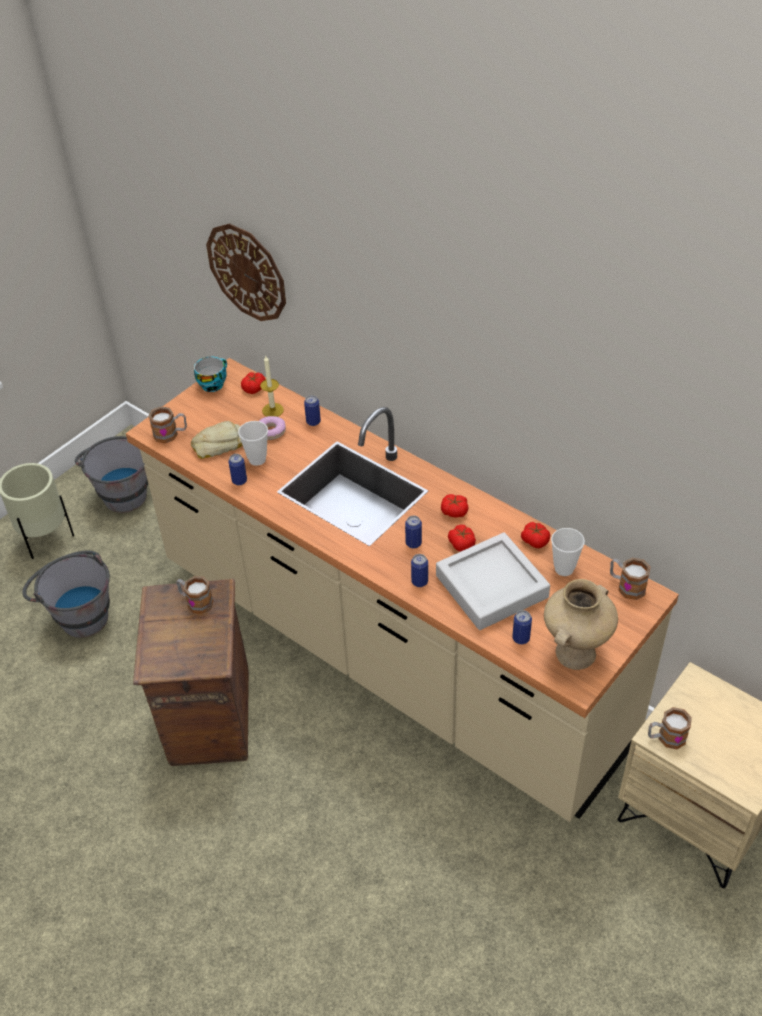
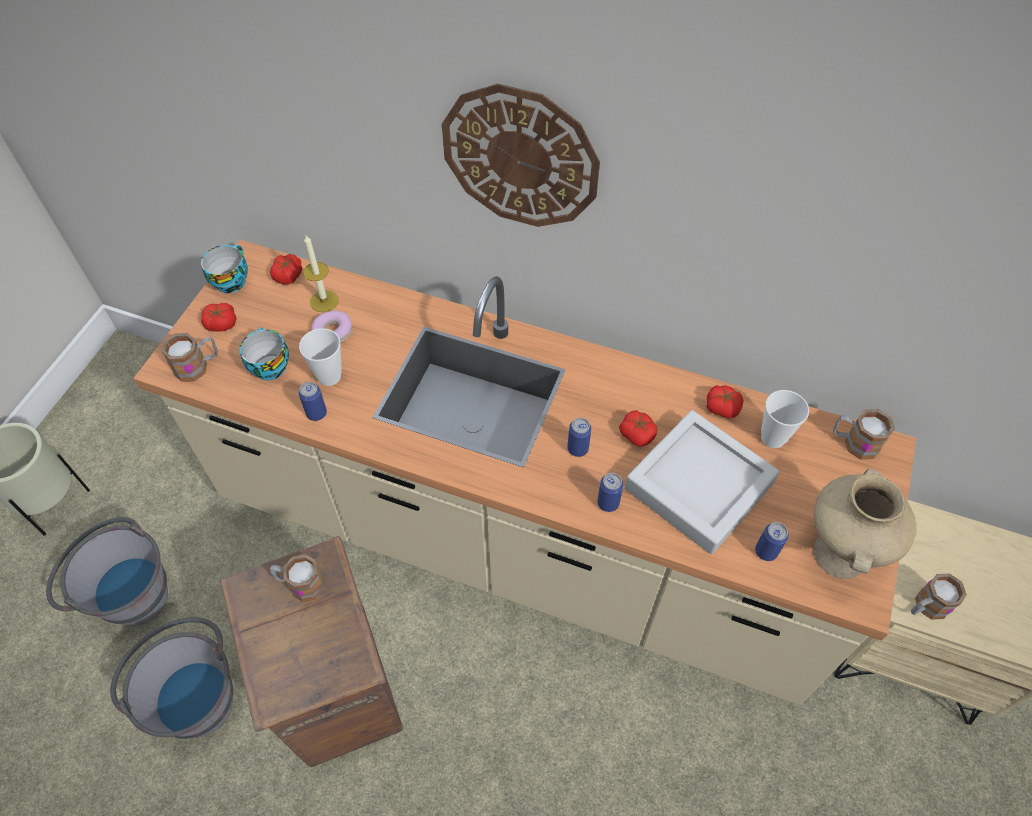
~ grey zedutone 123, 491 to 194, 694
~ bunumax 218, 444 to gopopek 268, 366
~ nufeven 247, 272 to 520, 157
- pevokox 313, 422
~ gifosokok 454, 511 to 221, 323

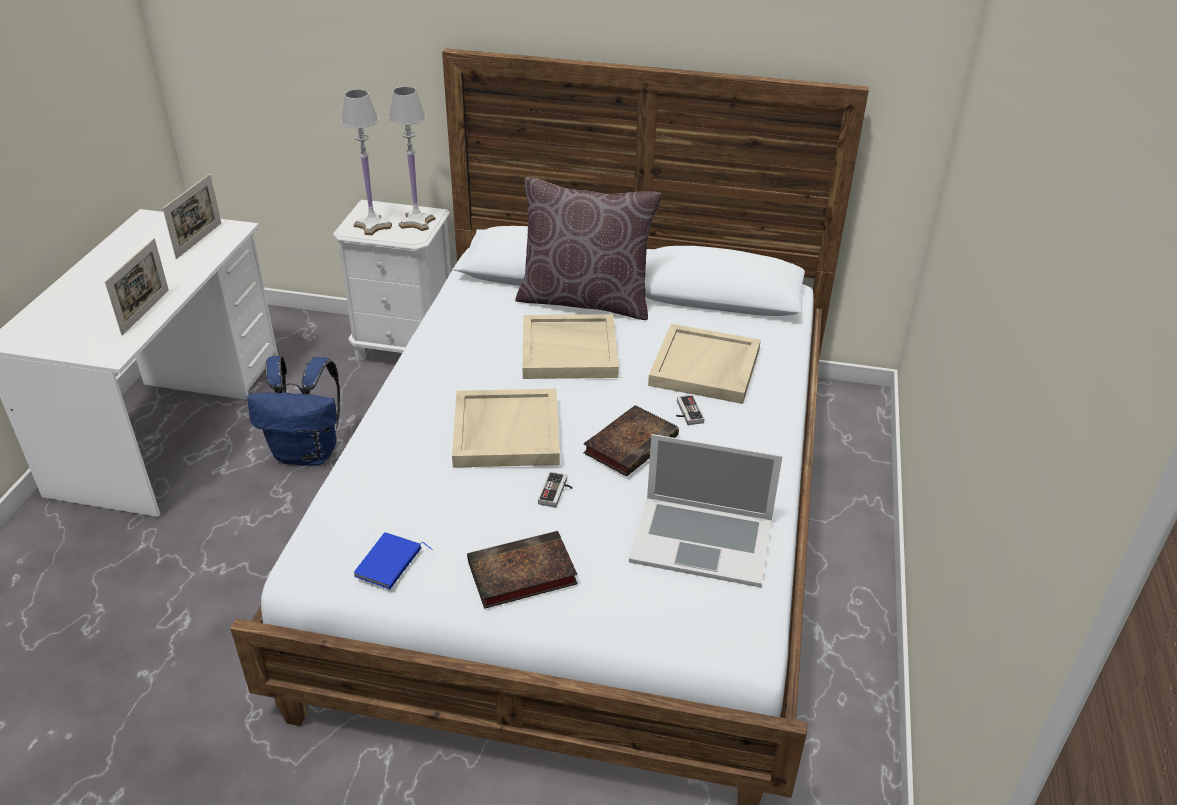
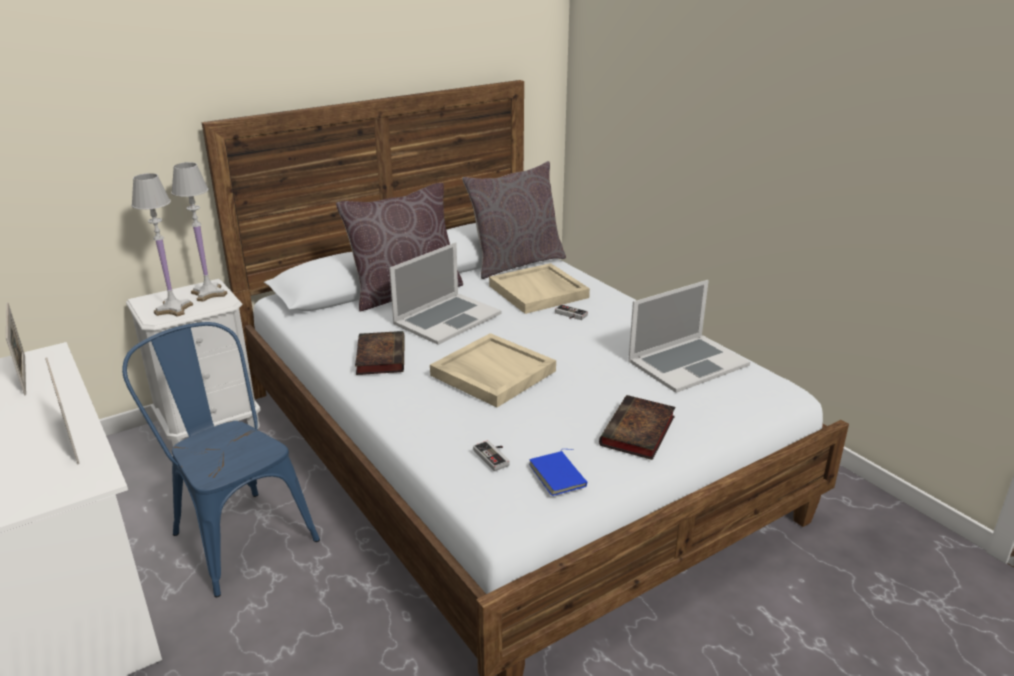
~ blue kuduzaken 308, 453 to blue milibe 236, 533
~ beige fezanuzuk 570, 350 to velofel 447, 318
~ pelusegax 557, 492 to 494, 456
~ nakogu 631, 443 to 380, 356
+ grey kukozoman 515, 263

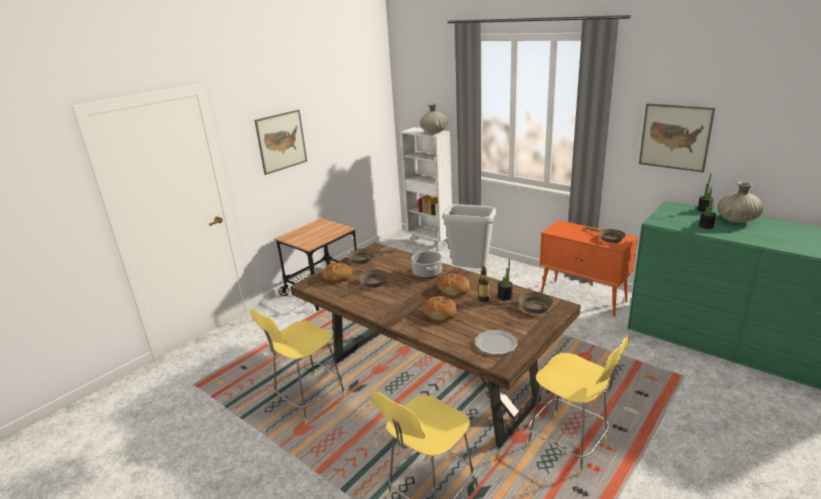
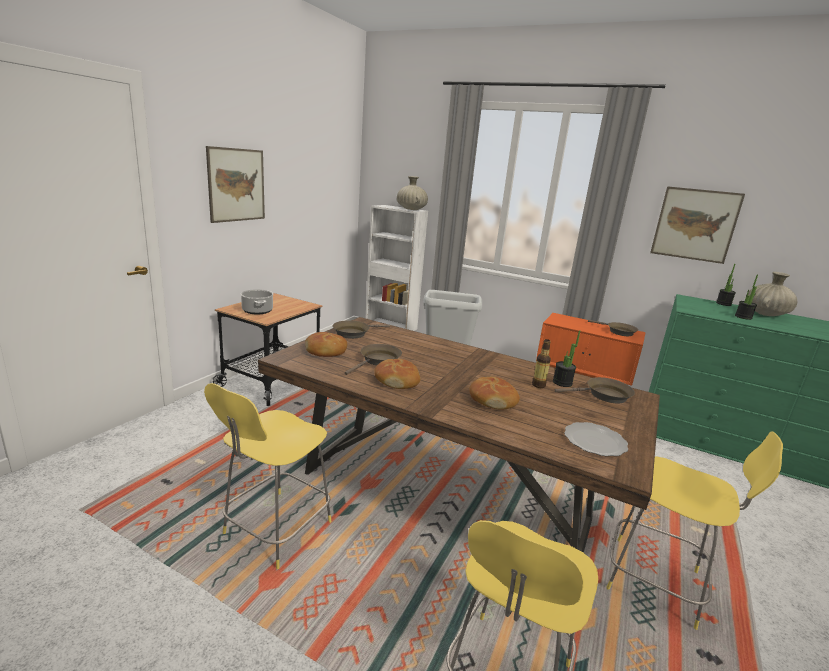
~ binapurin 427, 273 to 257, 311
~ bunumax 454, 289 to 397, 380

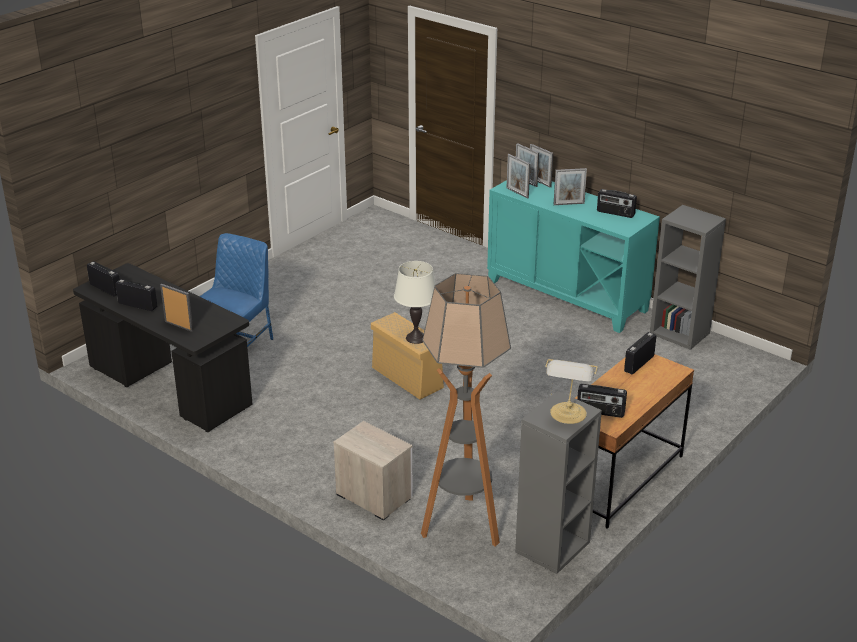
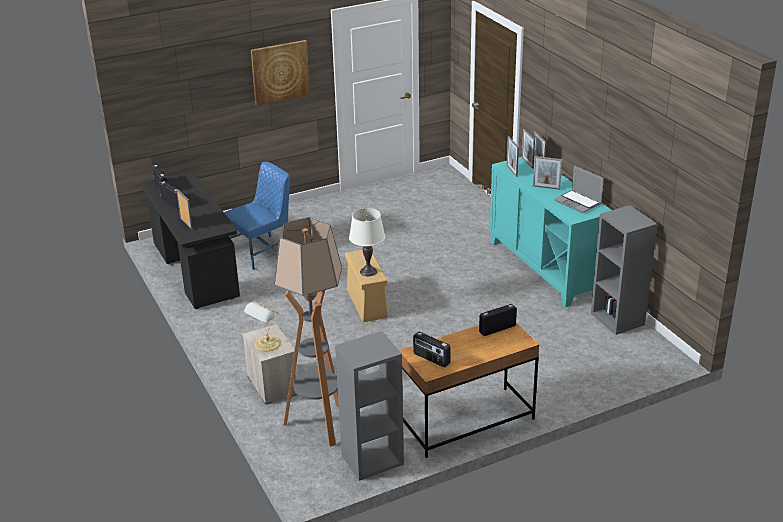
~ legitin 568, 414 to 266, 344
~ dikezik 615, 213 to velofel 578, 202
+ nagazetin 280, 72

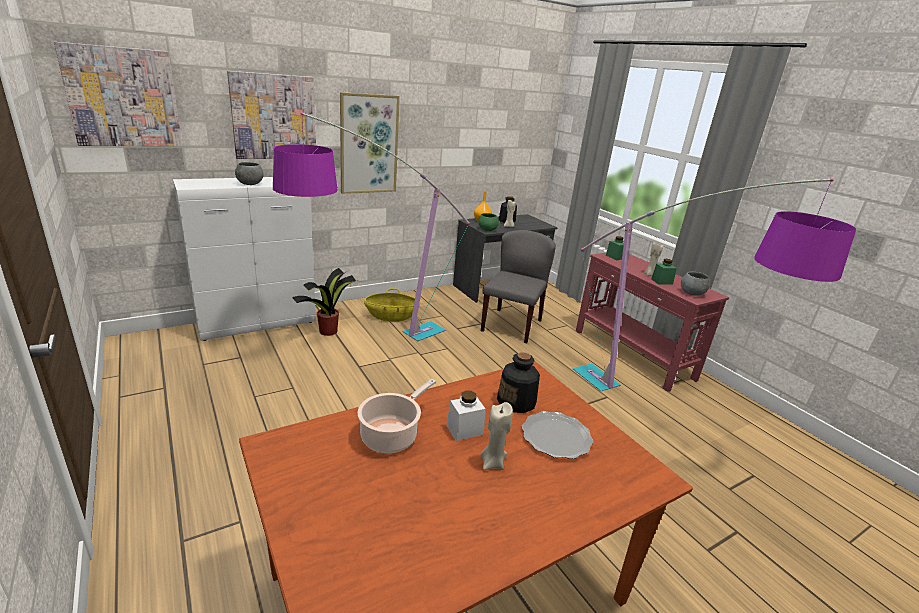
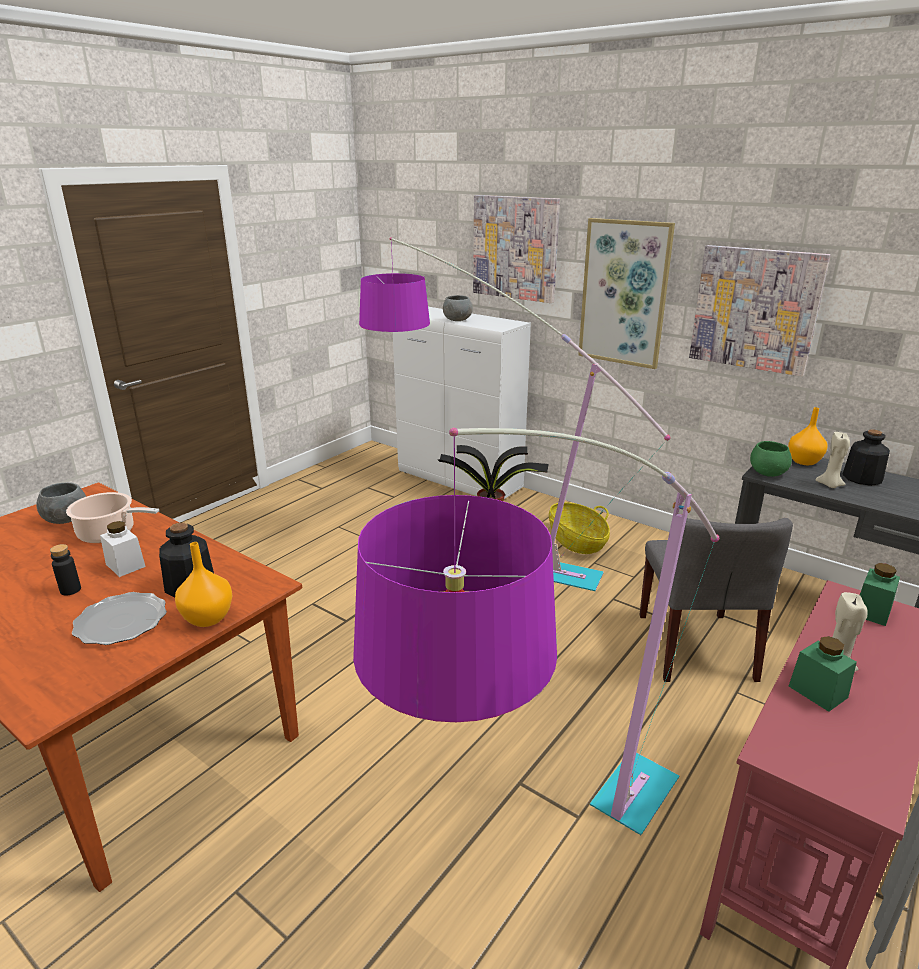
~ nagazetin 123, 97 to 755, 309
~ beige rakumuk 492, 463 to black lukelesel 70, 590
~ grey milibe 511, 325 = 696, 647 90 degrees clockwise
~ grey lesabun 692, 293 to 66, 519
+ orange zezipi 207, 619

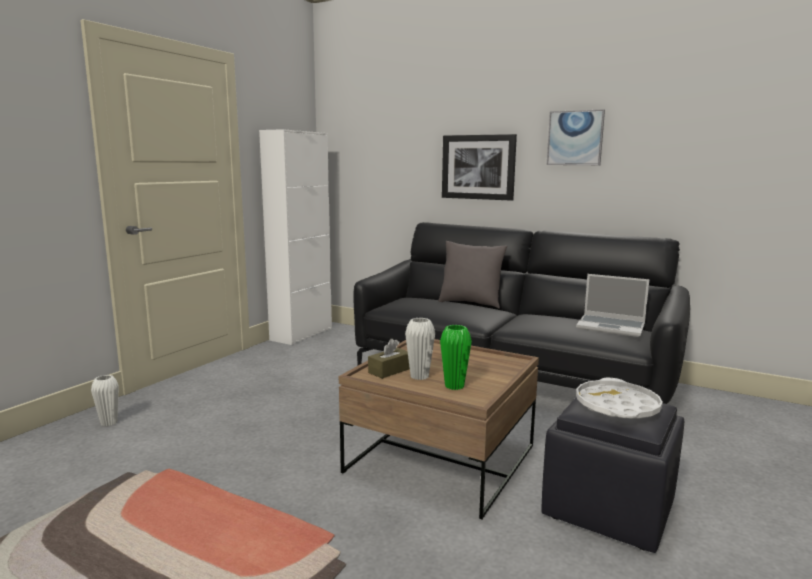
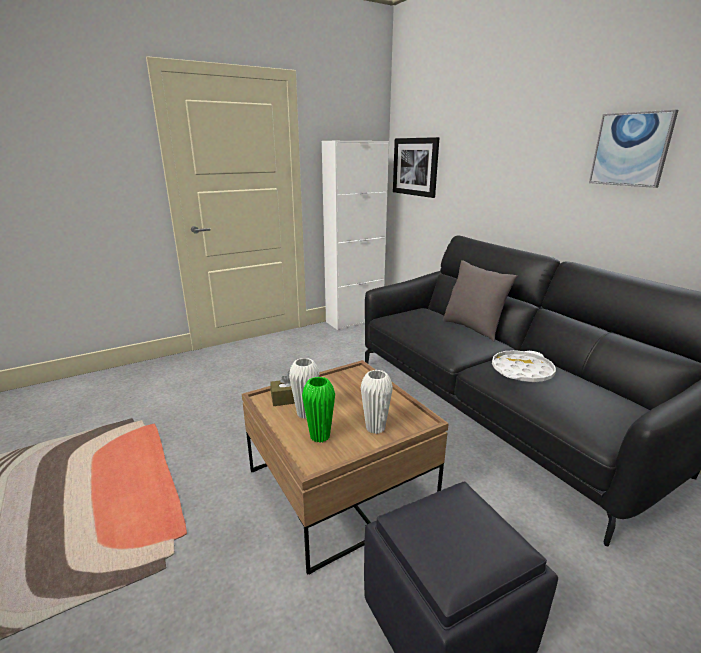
~ white zezipi 109, 423 to 375, 428
~ nagazetin 478, 167 to 415, 167
- velofel 611, 327
~ white fezanuzuk 617, 406 to 521, 371

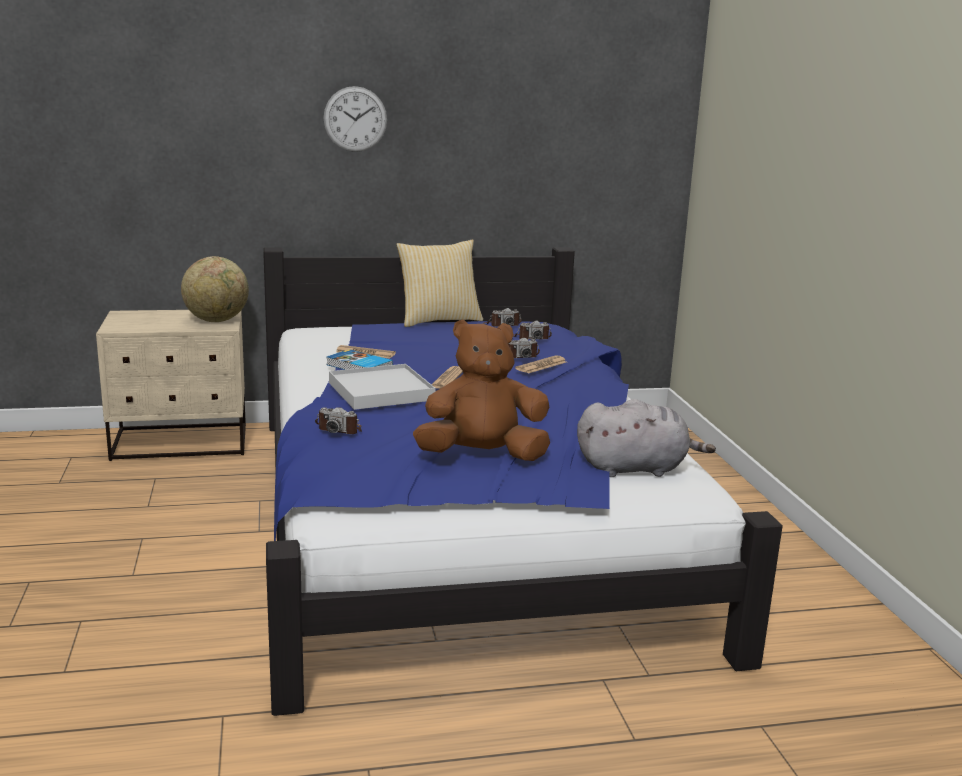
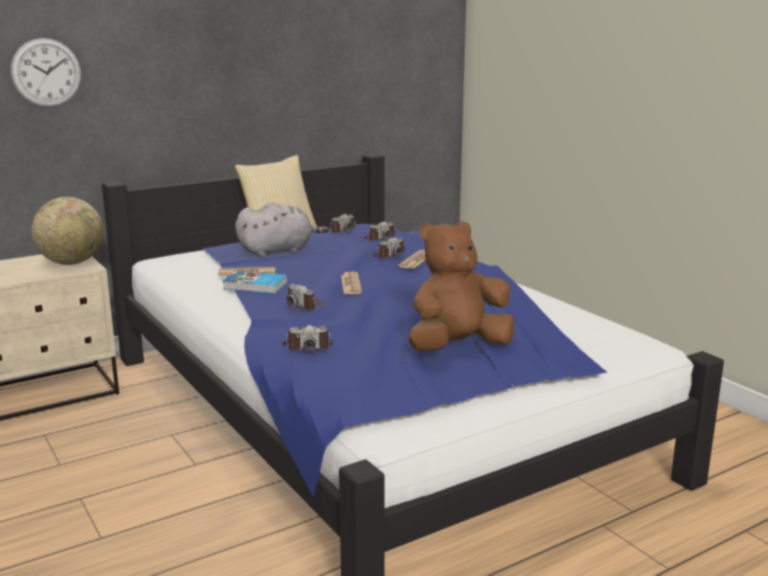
~ nufeven 355, 119 to 46, 72
~ white fezanuzuk 381, 391 to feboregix 306, 305
~ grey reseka 636, 469 to 278, 251

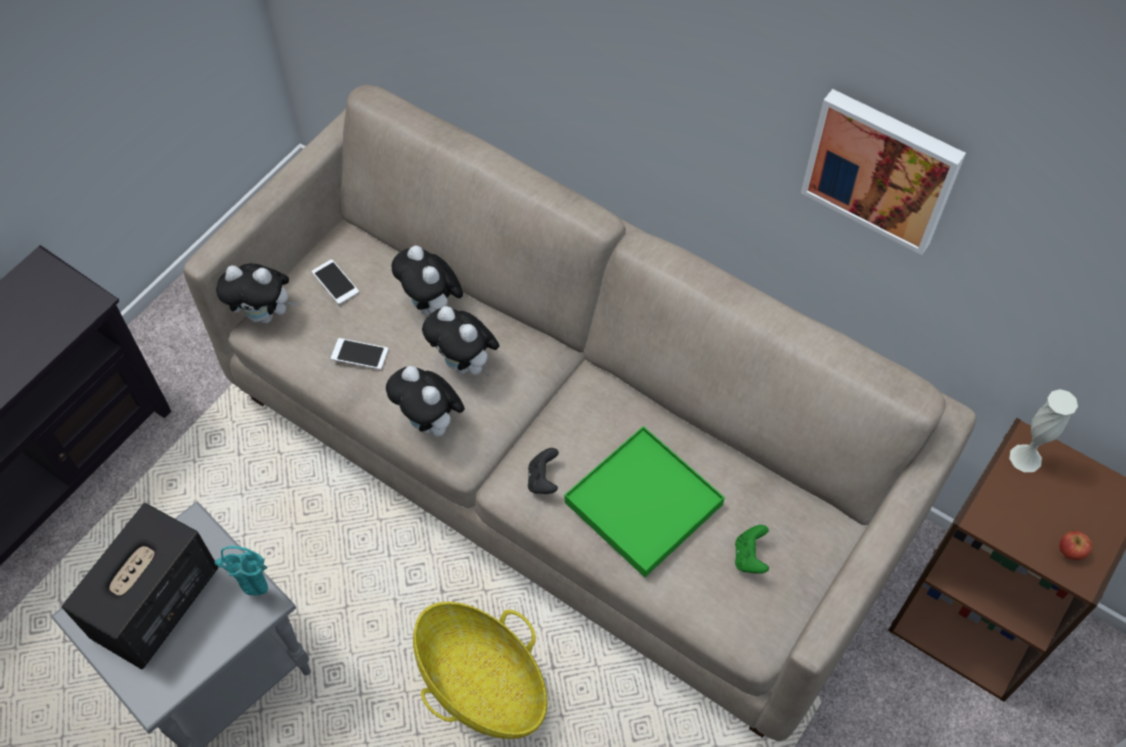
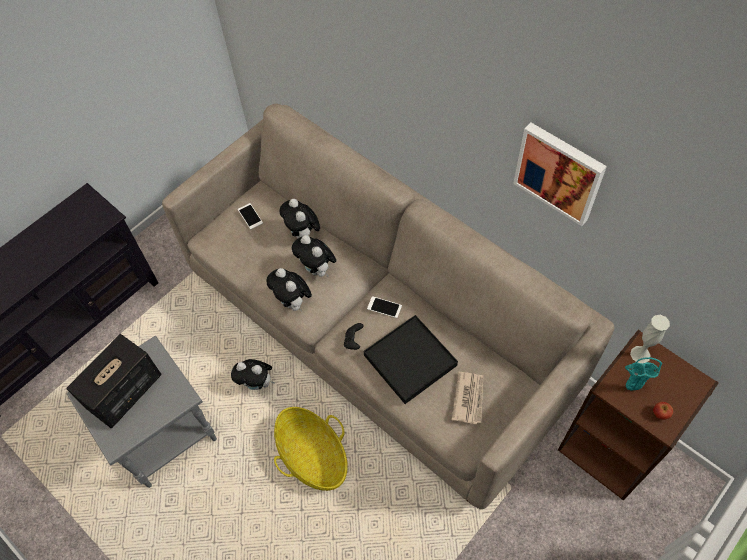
~ turquoise zezipi 255, 593 to 629, 388
~ reseka 265, 315 to 257, 384
~ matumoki 359, 354 to 384, 307
~ green fezanuzuk 643, 504 to black fezanuzuk 410, 360
~ green pelusegax 749, 557 to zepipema 469, 398

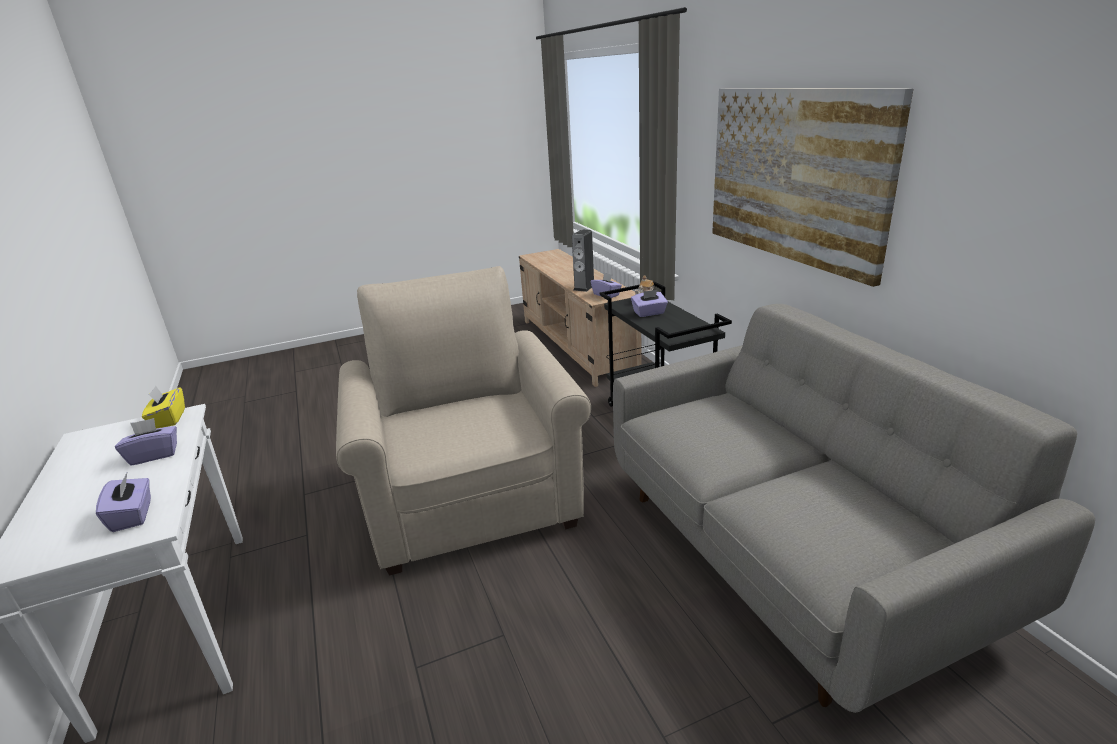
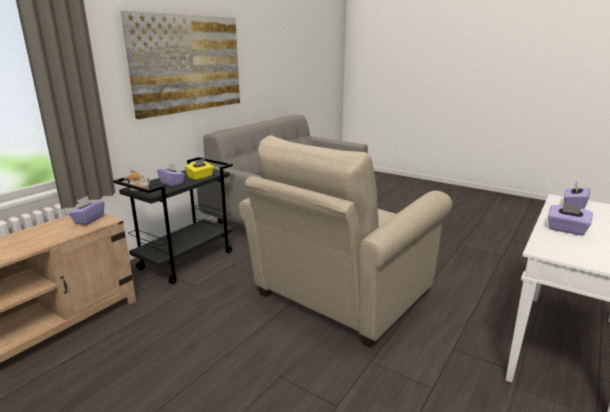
~ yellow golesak 168, 419 to 200, 177
- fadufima 584, 287

